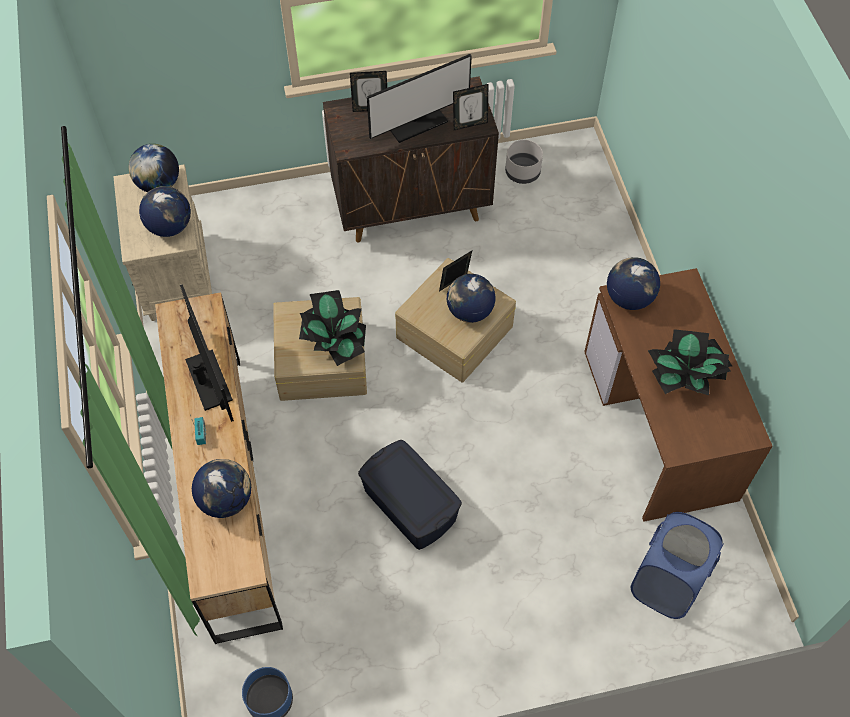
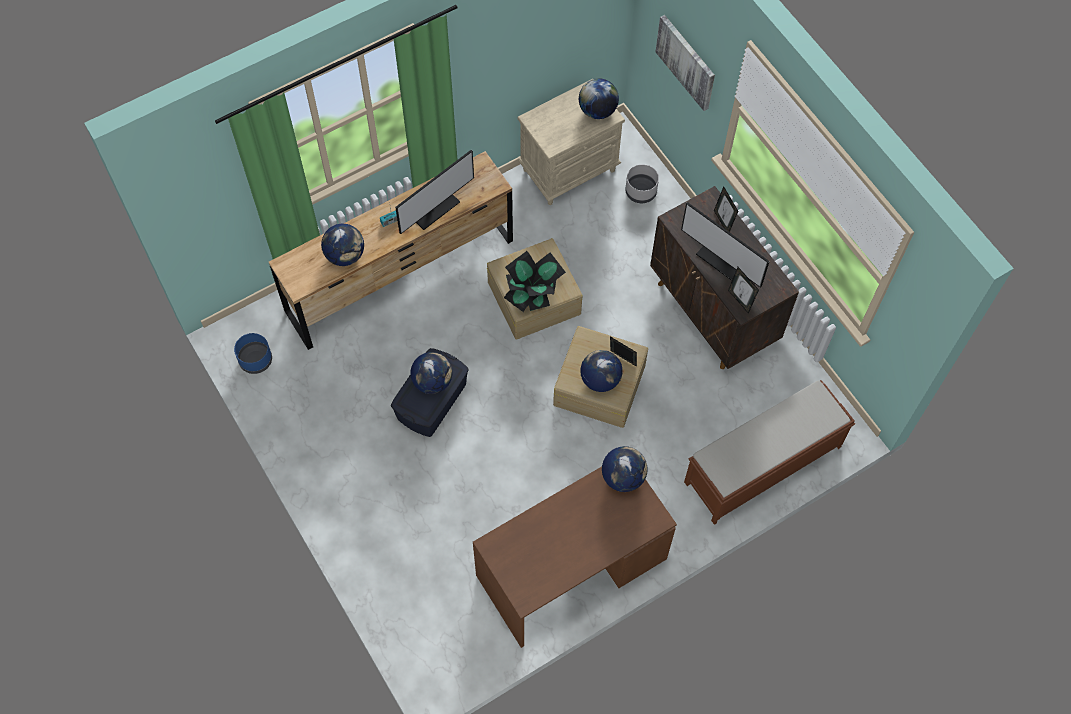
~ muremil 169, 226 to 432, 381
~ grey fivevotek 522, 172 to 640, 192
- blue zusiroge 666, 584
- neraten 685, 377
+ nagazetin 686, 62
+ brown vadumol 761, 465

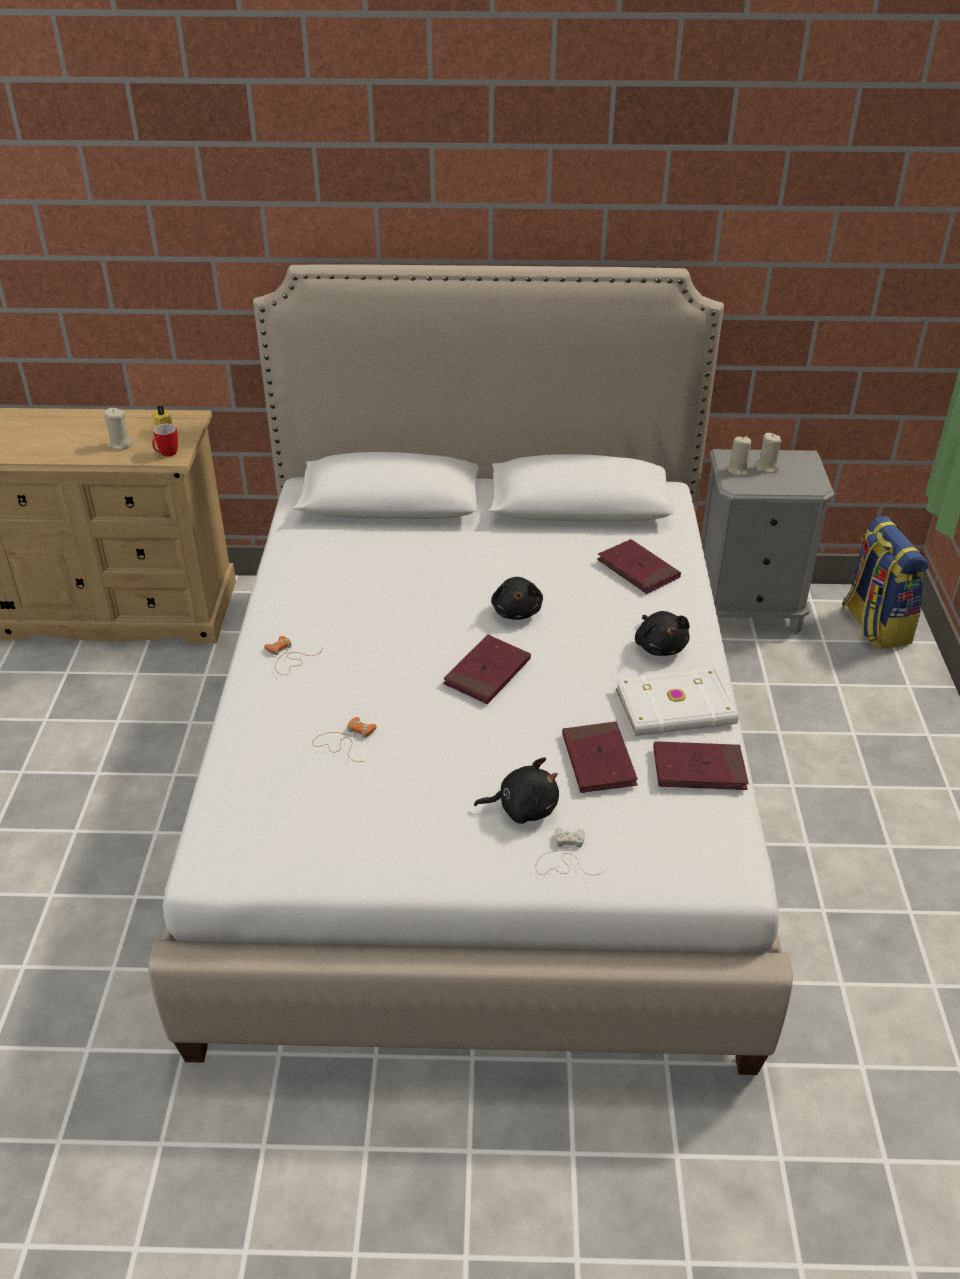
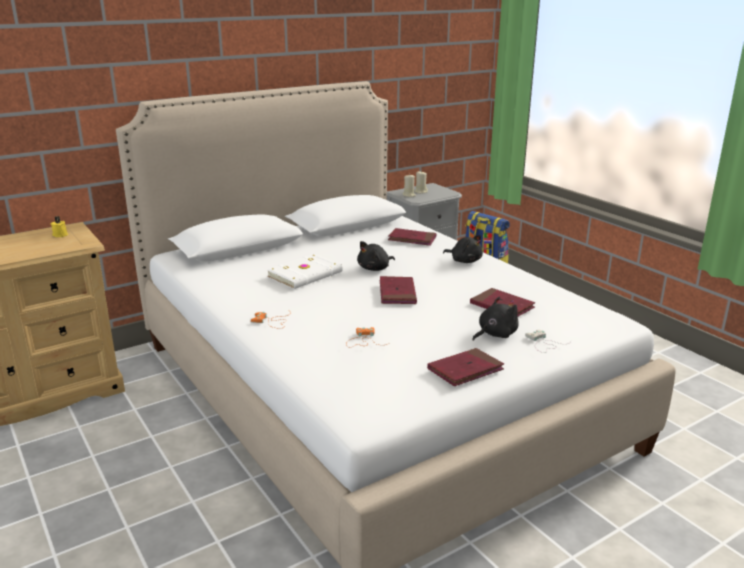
- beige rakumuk 120, 444
- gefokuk 166, 455
~ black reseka 517, 611 = 375, 268 90 degrees clockwise
~ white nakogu 676, 708 to 306, 275
~ red nakogu 699, 769 to 465, 370

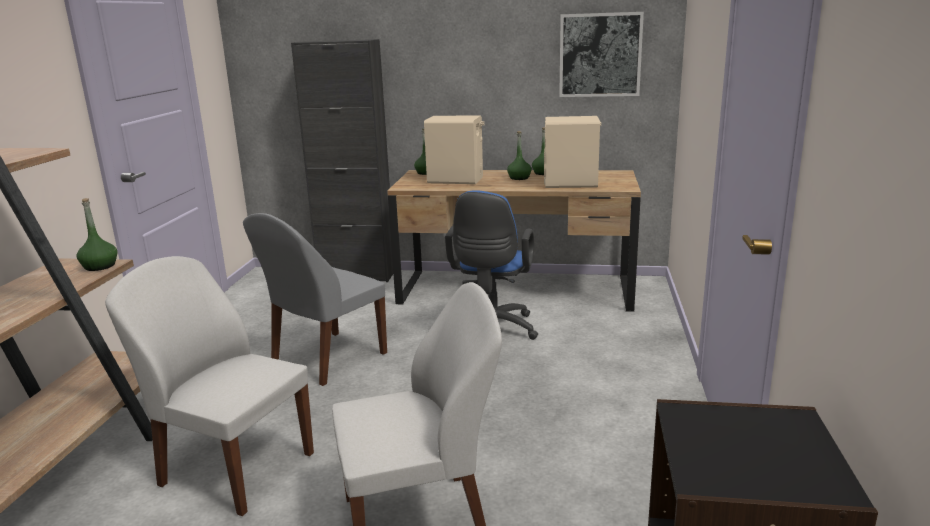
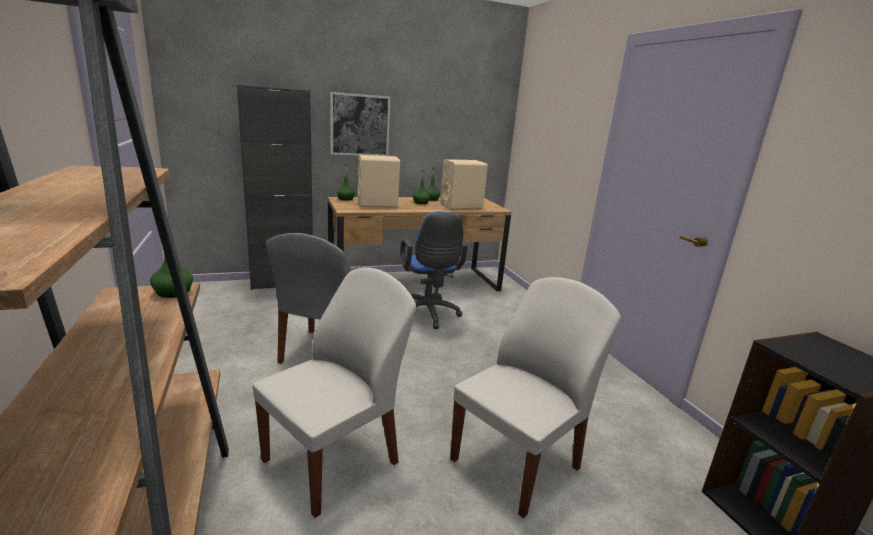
~ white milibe 234, 468 = 334, 460 135 degrees clockwise
~ nagazetin 600, 55 to 359, 125

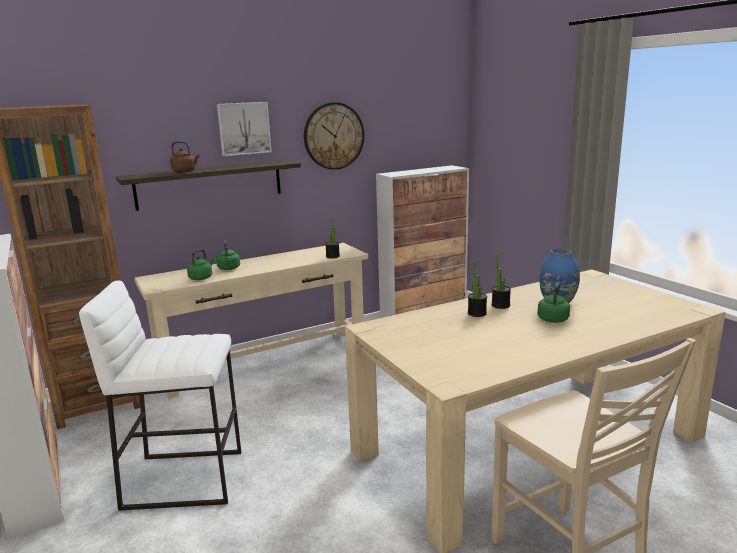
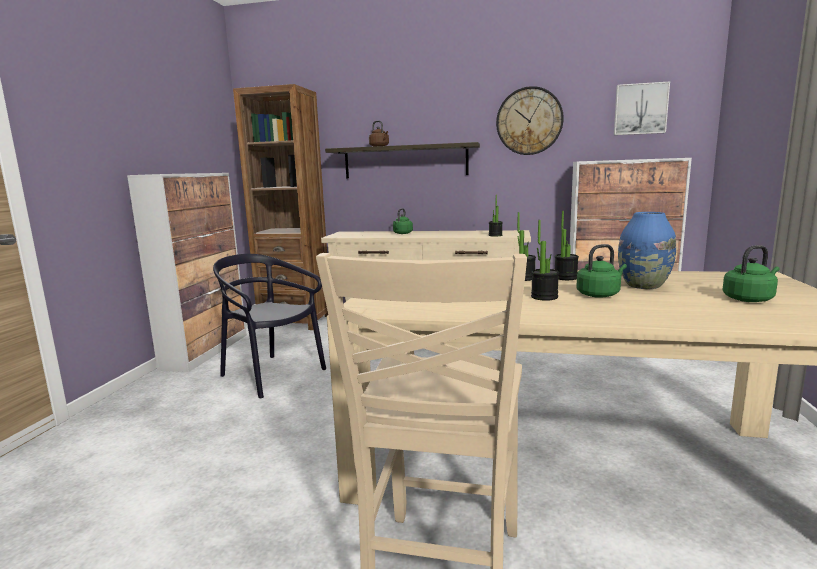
~ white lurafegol 184, 478 to black milibe 271, 374
~ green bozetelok 201, 278 to 749, 299
~ nagazetin 243, 128 to 640, 109
+ neraten 544, 297

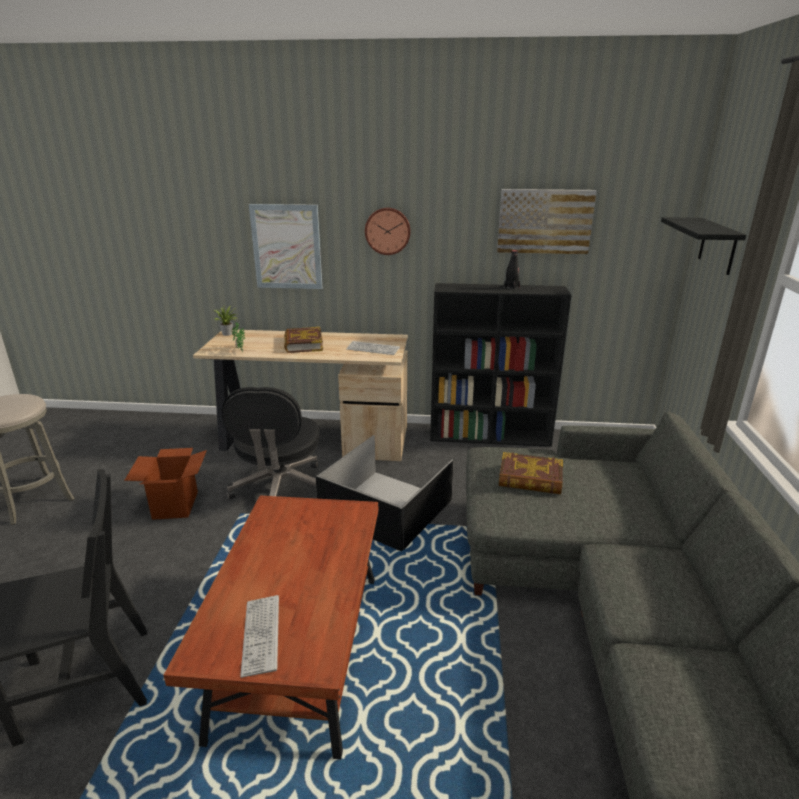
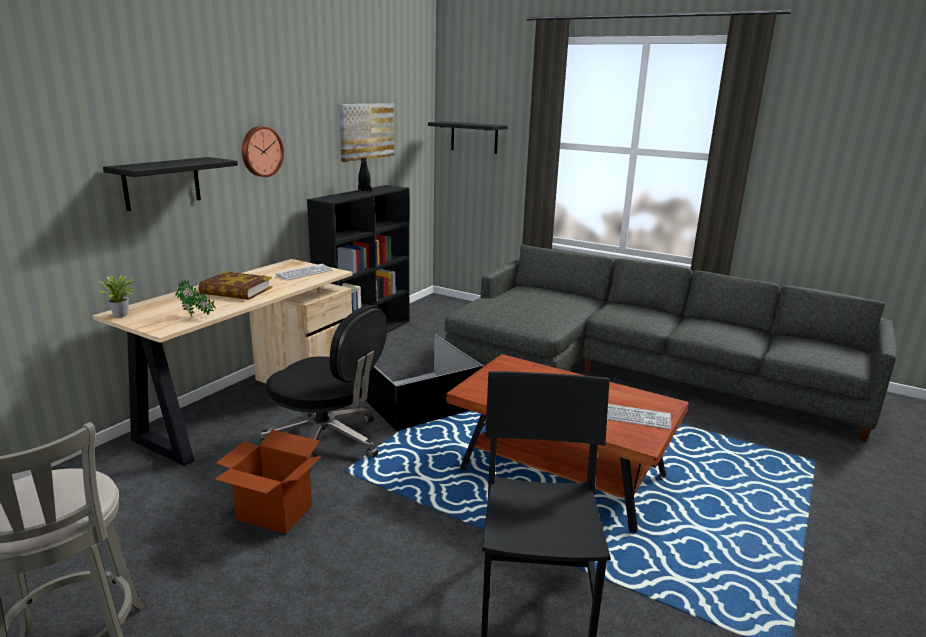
~ nagazetin 287, 247 to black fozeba 162, 183
- nakogu 530, 479

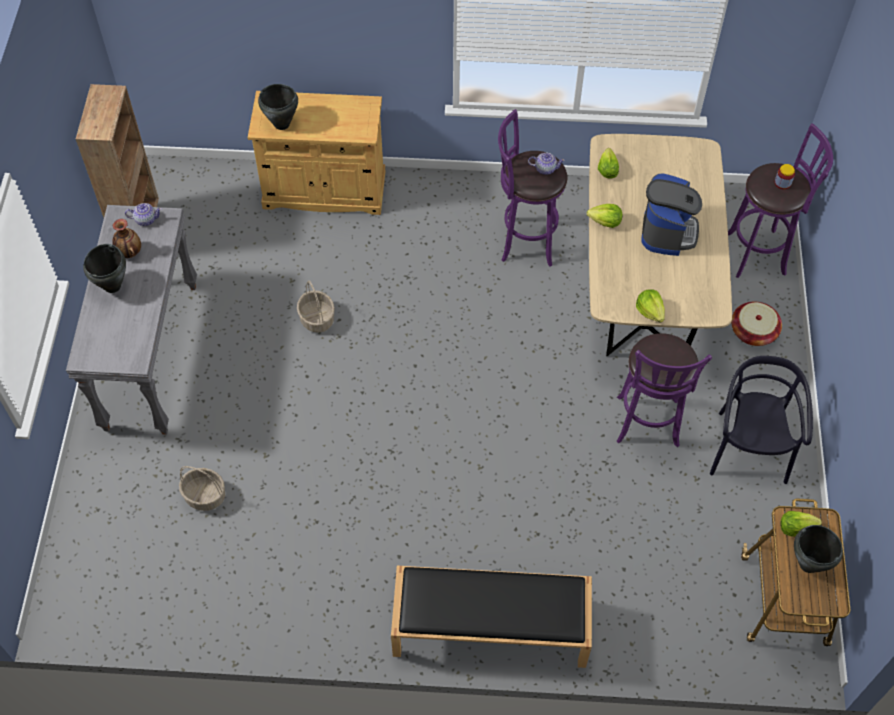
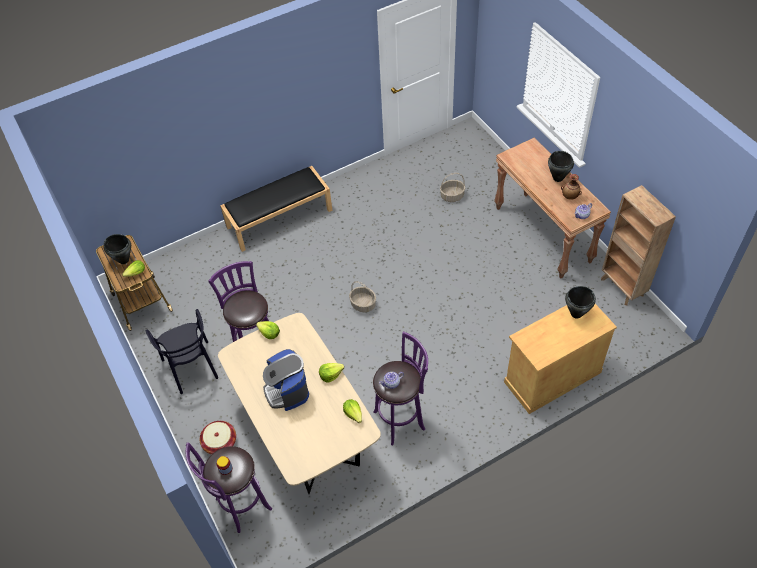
~ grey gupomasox 150, 355 to brown gupomasox 543, 234
~ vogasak 316, 319 to 363, 304

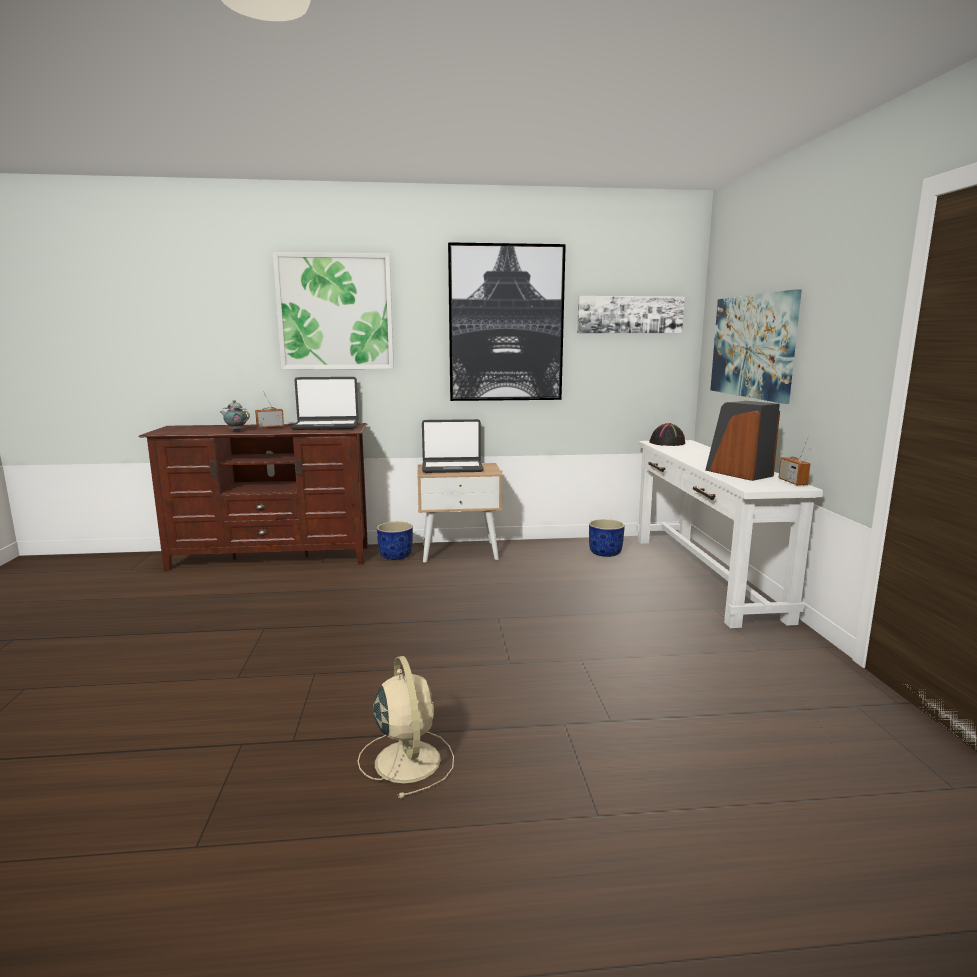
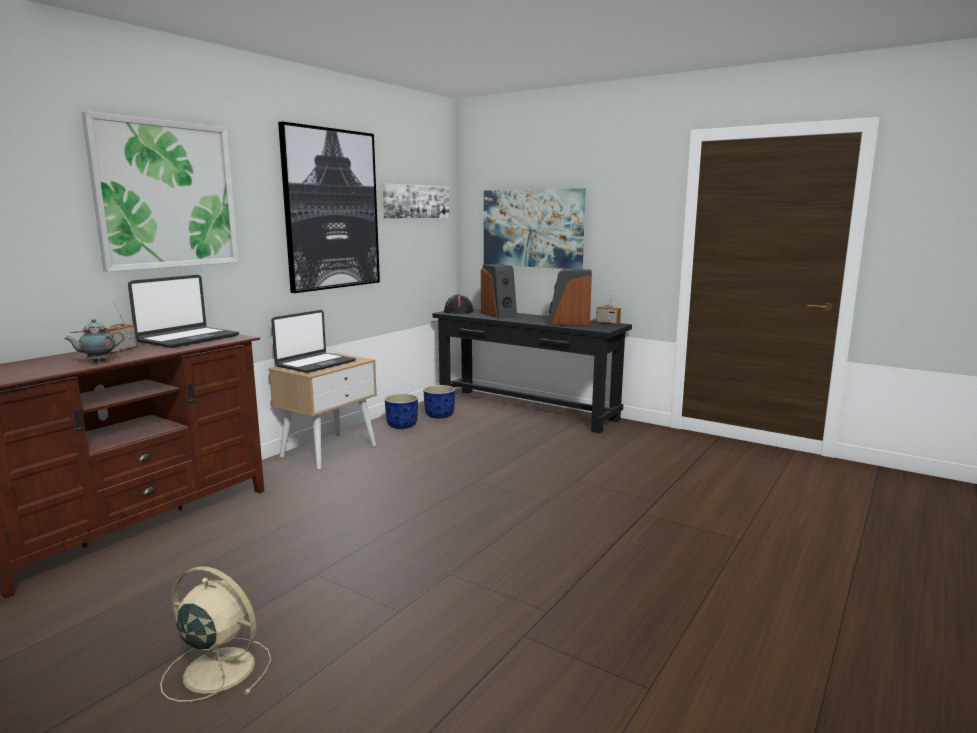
~ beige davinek 407, 759 to 216, 669
~ blue fivevotek 395, 556 to 401, 425
~ white gupomasox 703, 575 to black gupomasox 525, 410
+ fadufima 499, 314

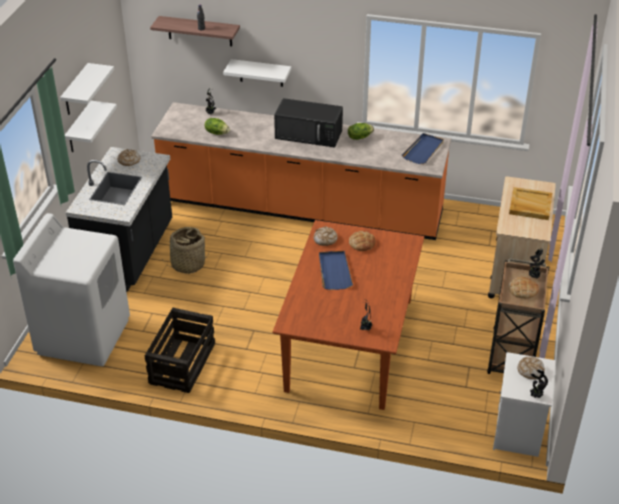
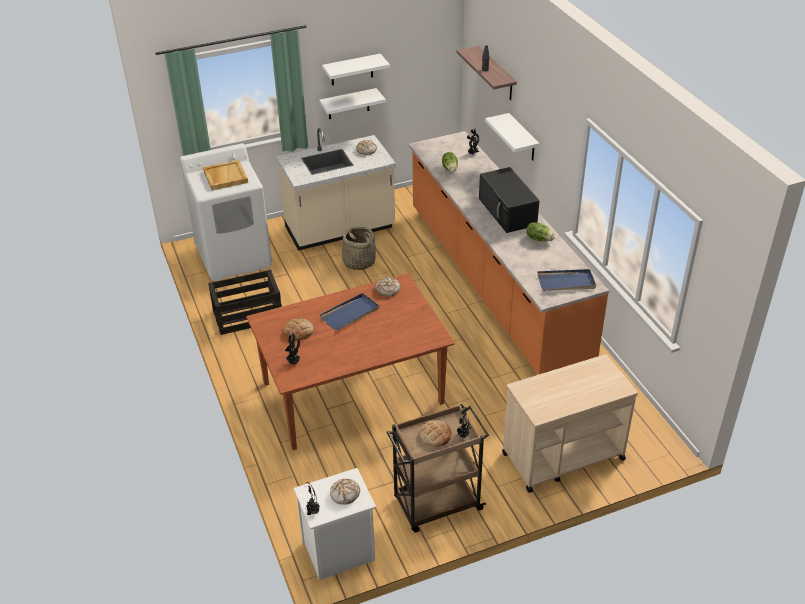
~ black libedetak 130, 254 to beige libedetak 340, 230
~ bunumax 362, 243 to 299, 331
~ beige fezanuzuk 530, 205 to 225, 177

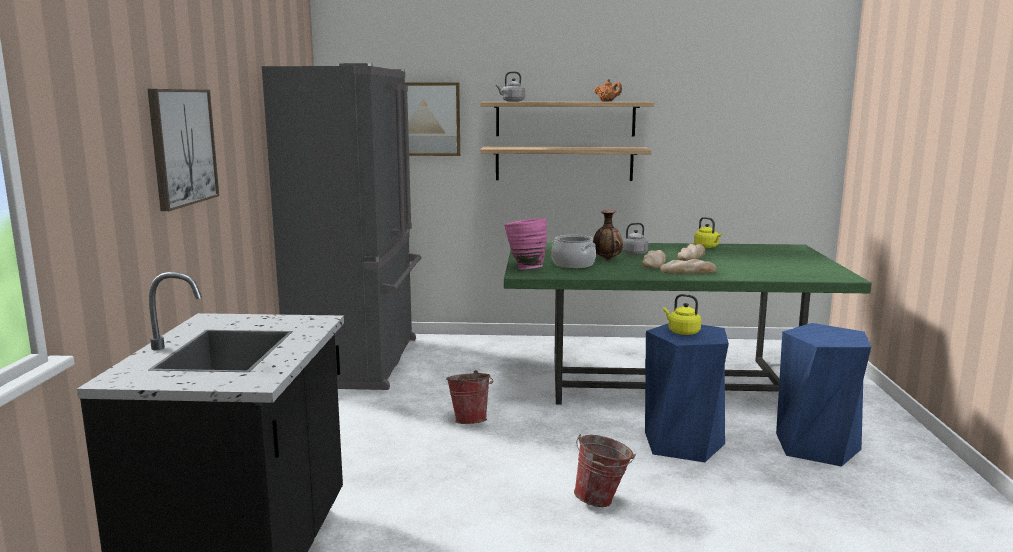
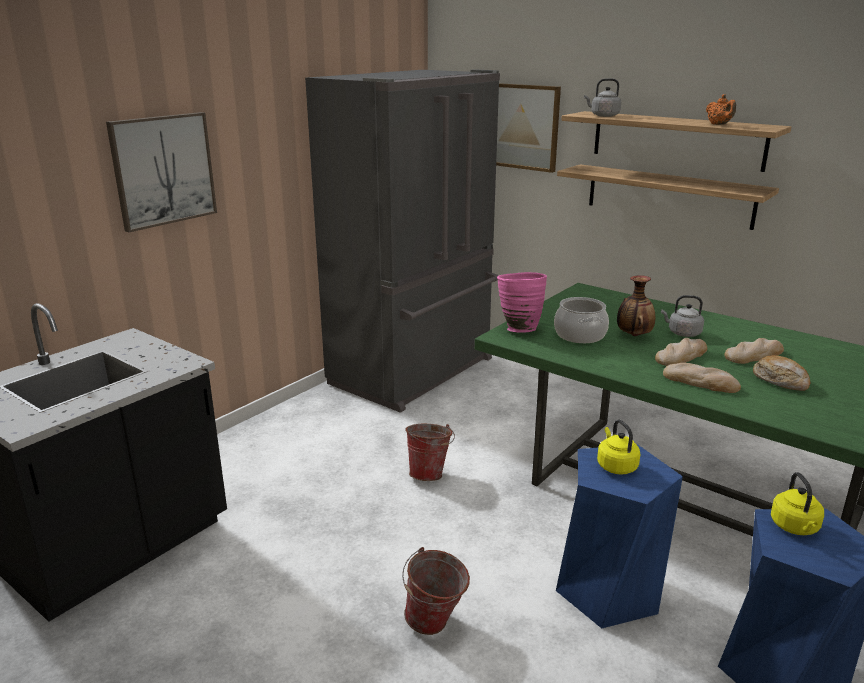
~ yellow bozetelok 707, 247 to 795, 527
+ bunumax 780, 381

